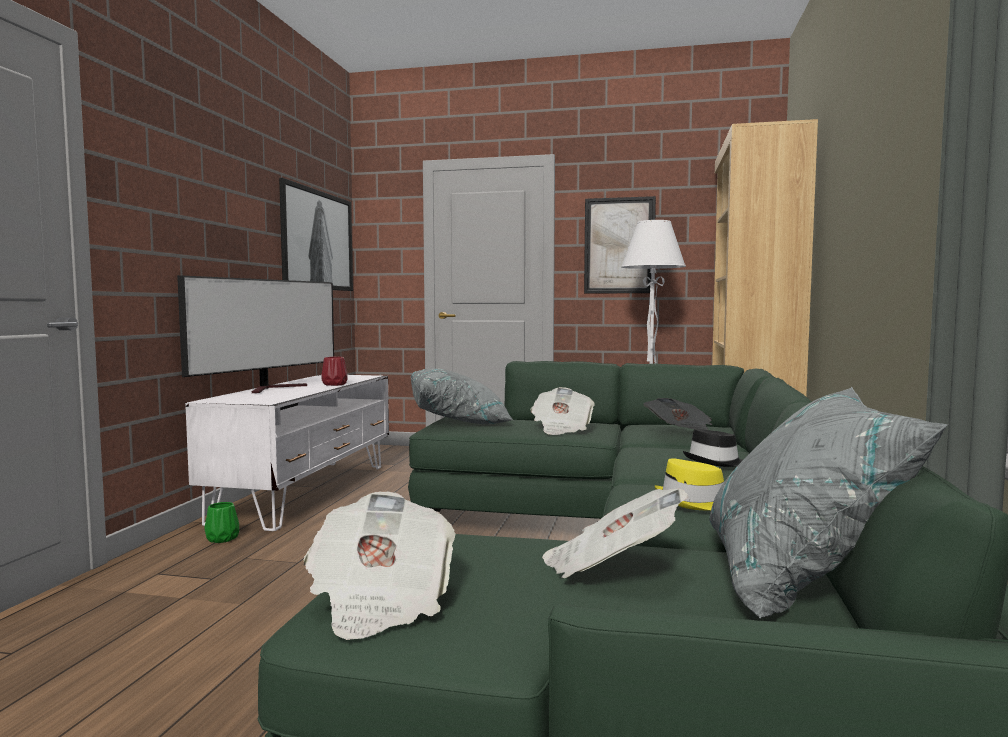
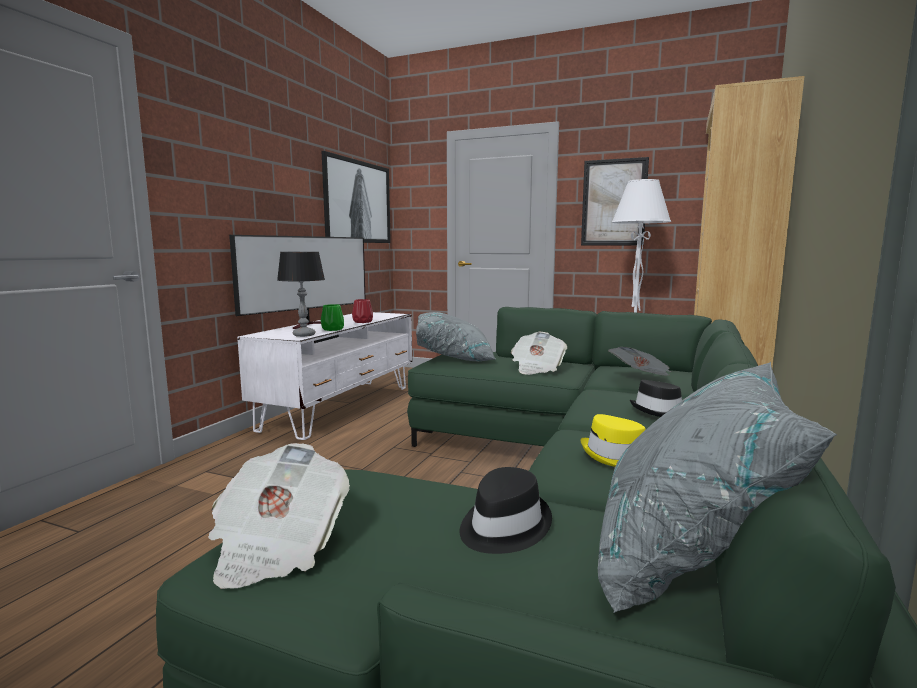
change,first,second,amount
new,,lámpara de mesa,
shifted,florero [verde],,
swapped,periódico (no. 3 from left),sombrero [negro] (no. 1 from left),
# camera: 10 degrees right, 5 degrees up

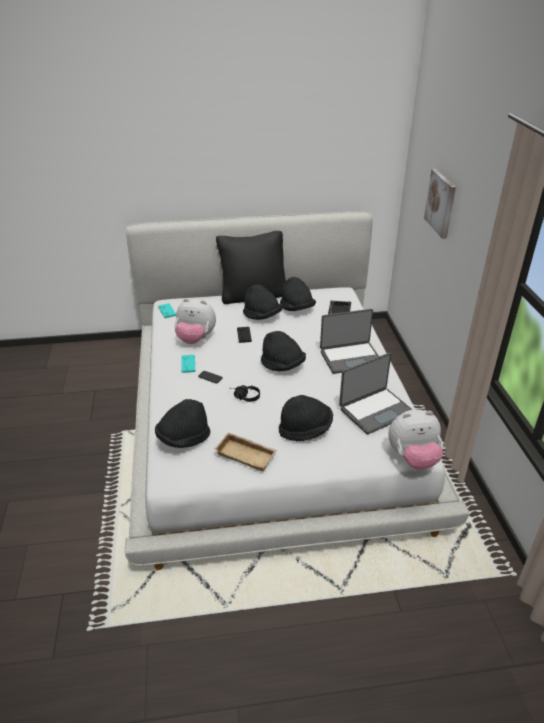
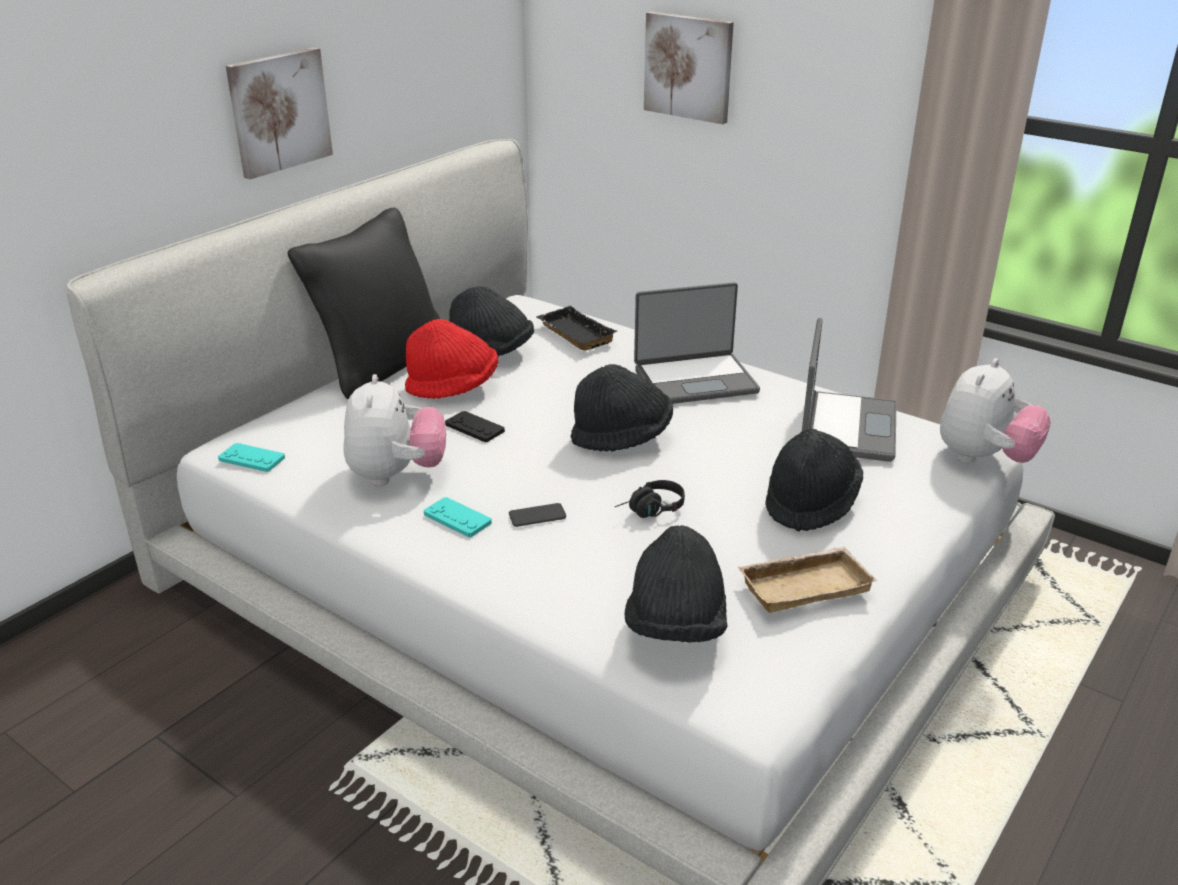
change,first,second,amount
new,,cuadro (no. 1 from left),
repainted,sombrero [negro] (no. 2 from left),sombrero [rojo],
rotated,peluche (no. 1 from left),,60 degrees counterclockwise
rotated,portátil (no. 1 from left),,45 degrees clockwise
# camera: 45 degrees left, 5 degrees down

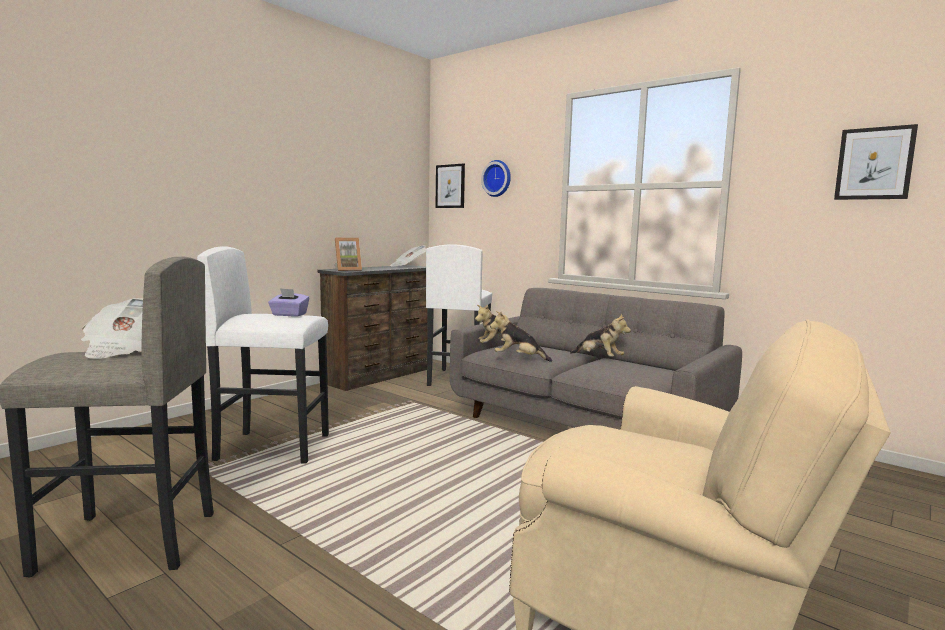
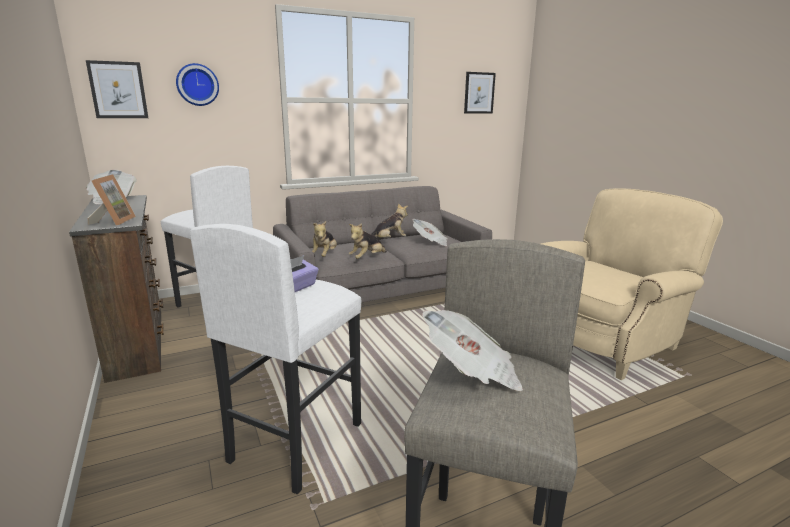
change,first,second,amount
new,,periódico (no. 2 from left),
# camera: 65 degrees left, 10 degrees up

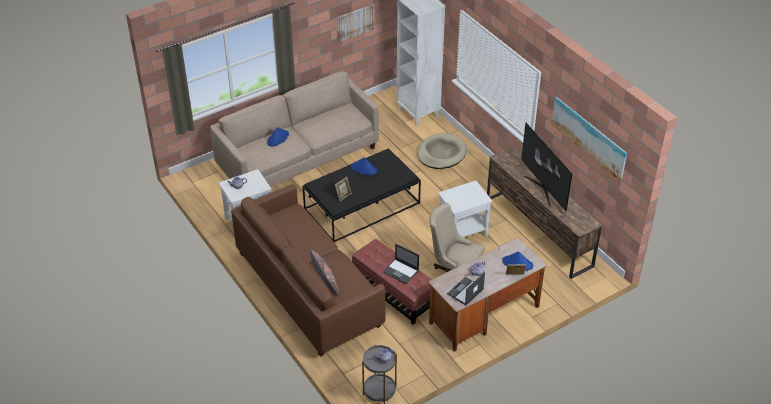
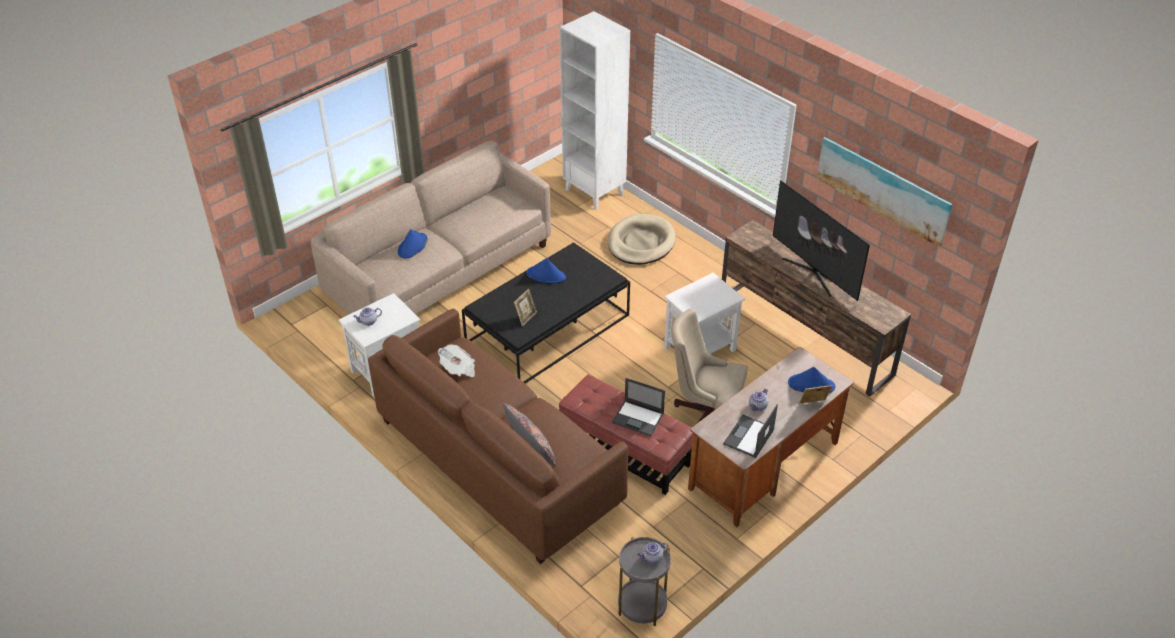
change,first,second,amount
gone,cuadro (no. 1 from left),,
new,,periódico,
# camera: 10 degrees left, 0 degrees up

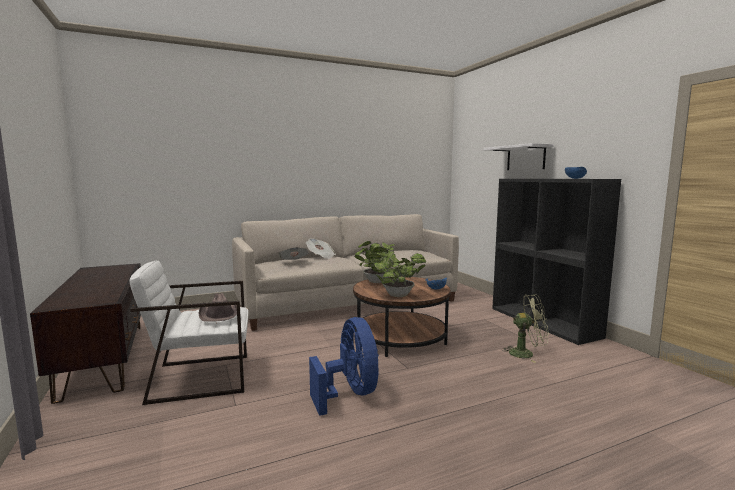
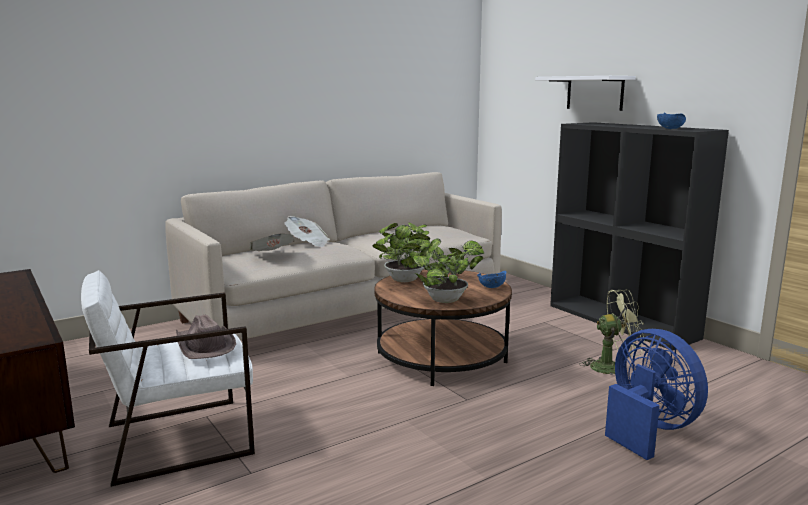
change,first,second,amount
shifted,ventilador [azul],,
# camera: 10 degrees left, 5 degrees up

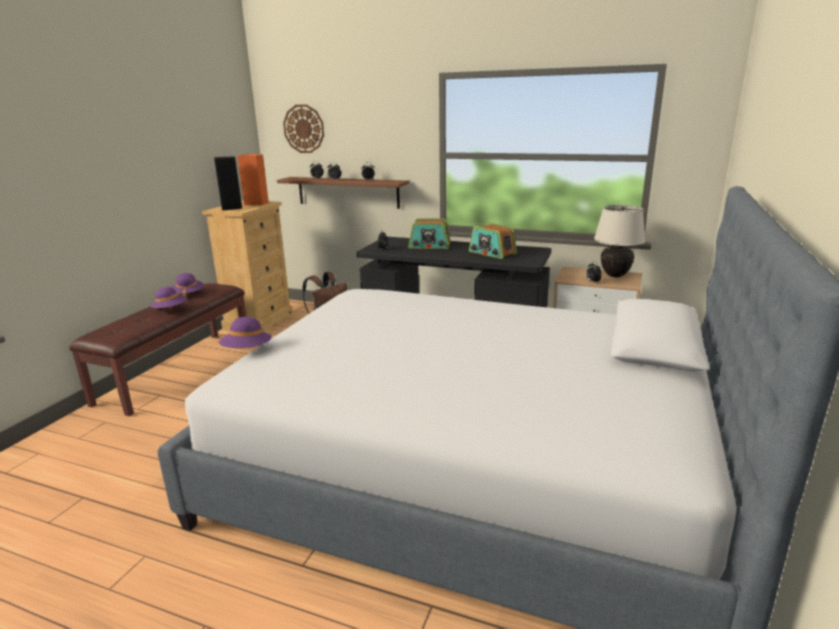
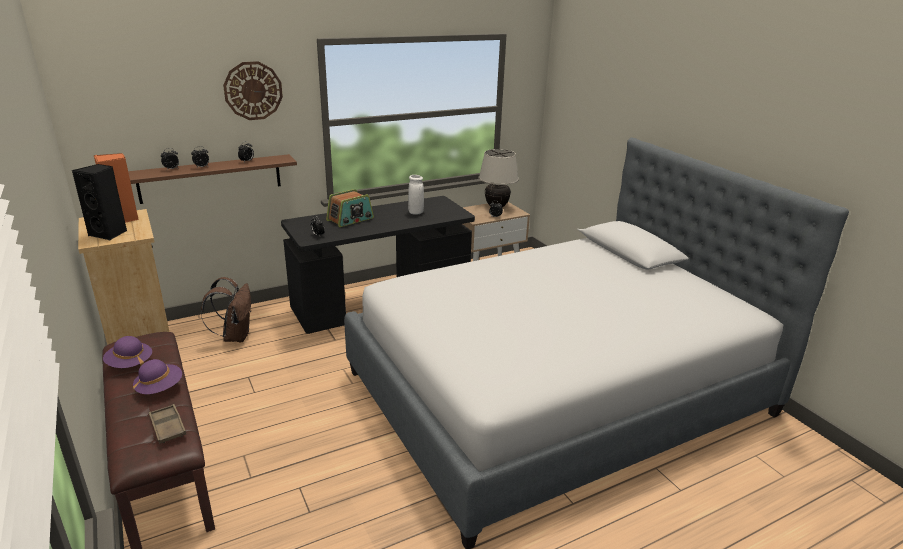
change,first,second,amount
gone,sombrero [morado] (no. 3 from left),,
new,,bandeja [marrón],
shifted,reloj de pared,,
swapped,radio (no. 2 from left),florero [blanco],
# camera: 50 degrees left, 5 degrees up

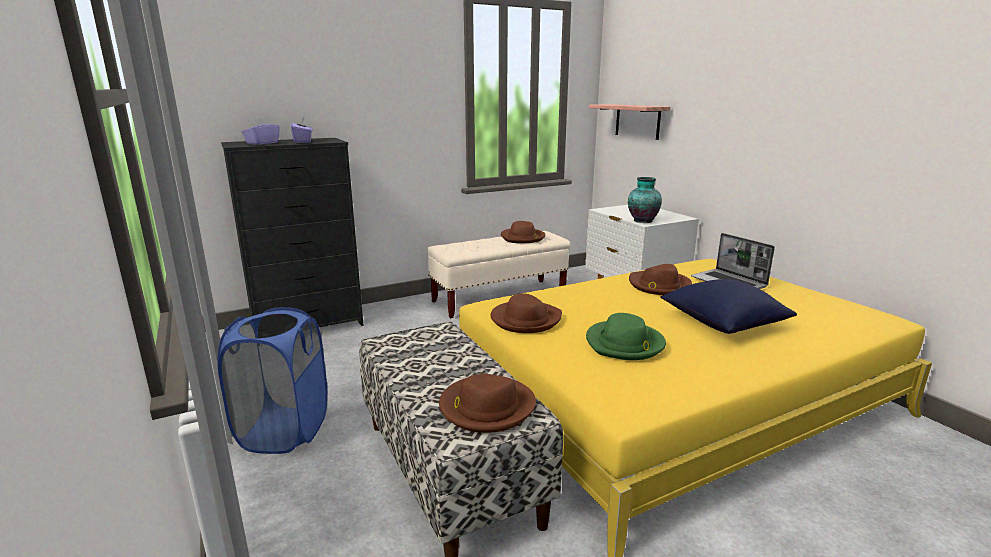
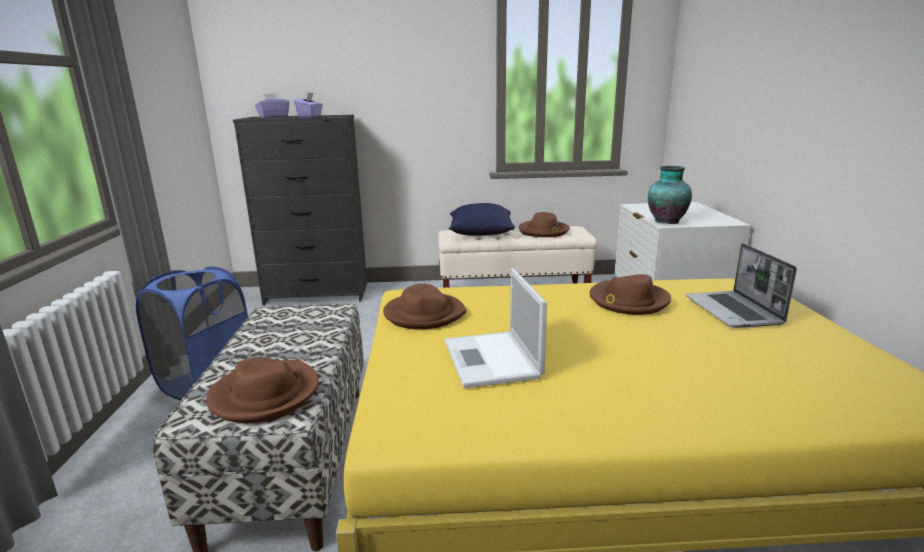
change,first,second,amount
gone,estante,,
shifted,cojín [azul],,
swapped,sombrero [verde],portátil (no. 1 from left),
# camera: 25 degrees right, 0 degrees up

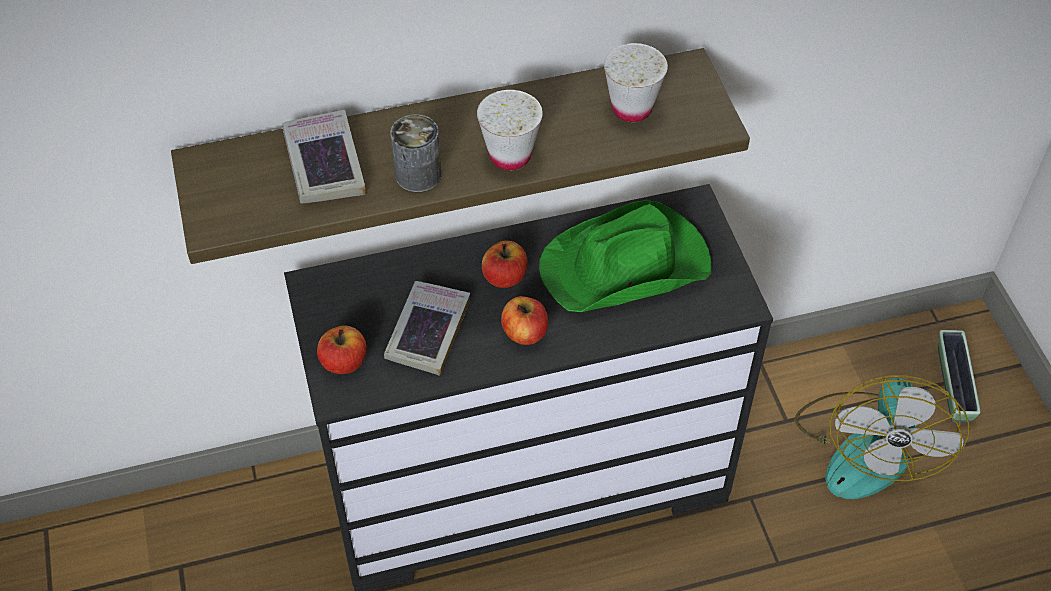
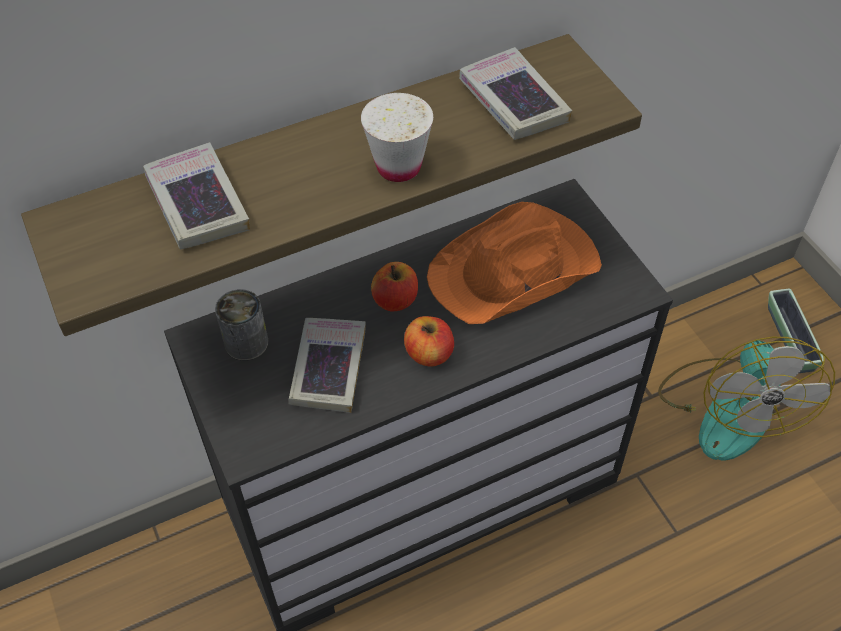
change,first,second,amount
gone,manzana (no. 1 from left),,
shifted,lata,,
swapped,taza [blanco] (no. 2 from left),libro (no. 3 from left),
repainted,sombrero [verde],sombrero [naranja],
# camera: 10 degrees left, 0 degrees up

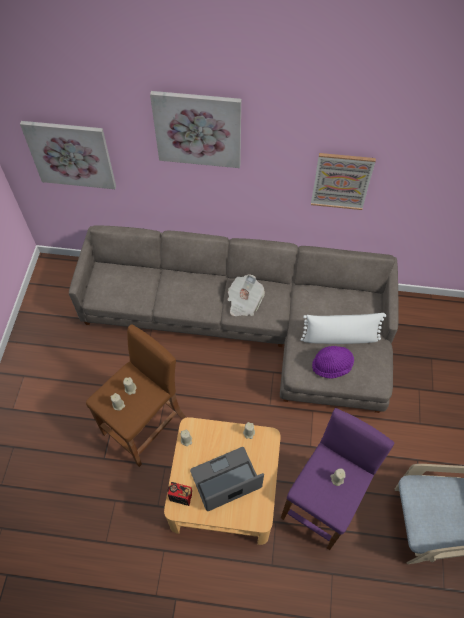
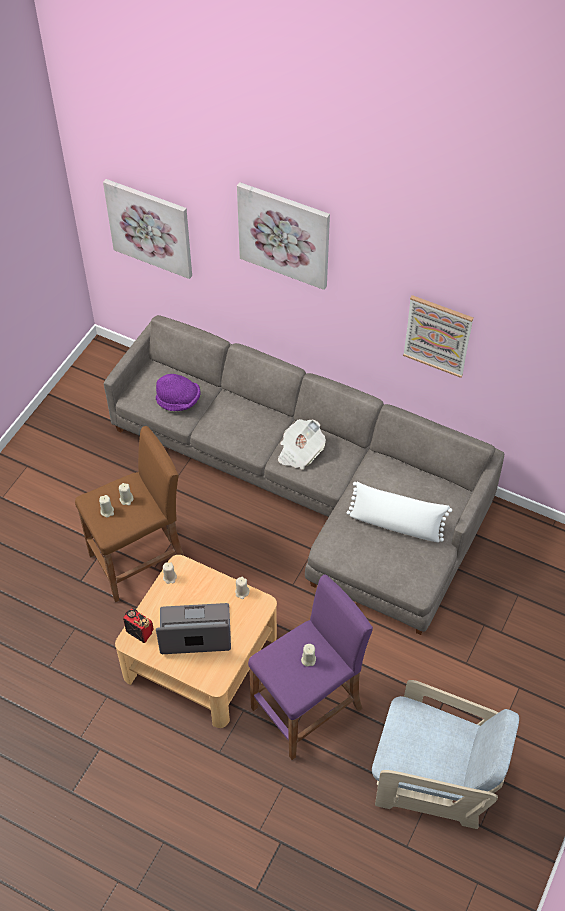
change,first,second,amount
shifted,sombrero [morado],,
# camera: 20 degrees right, 5 degrees down

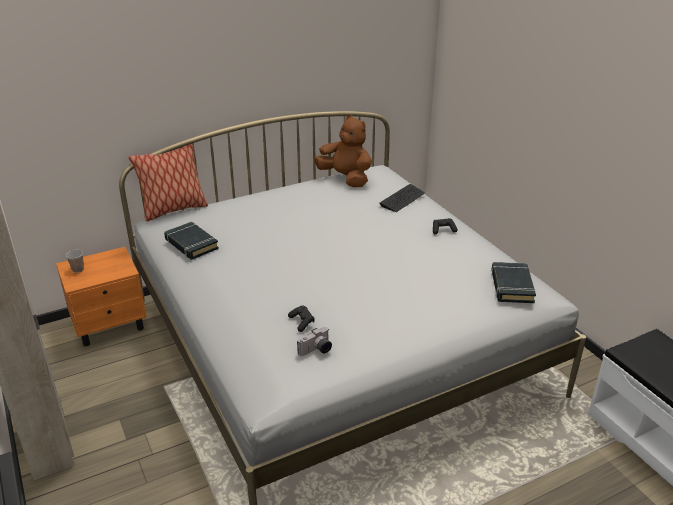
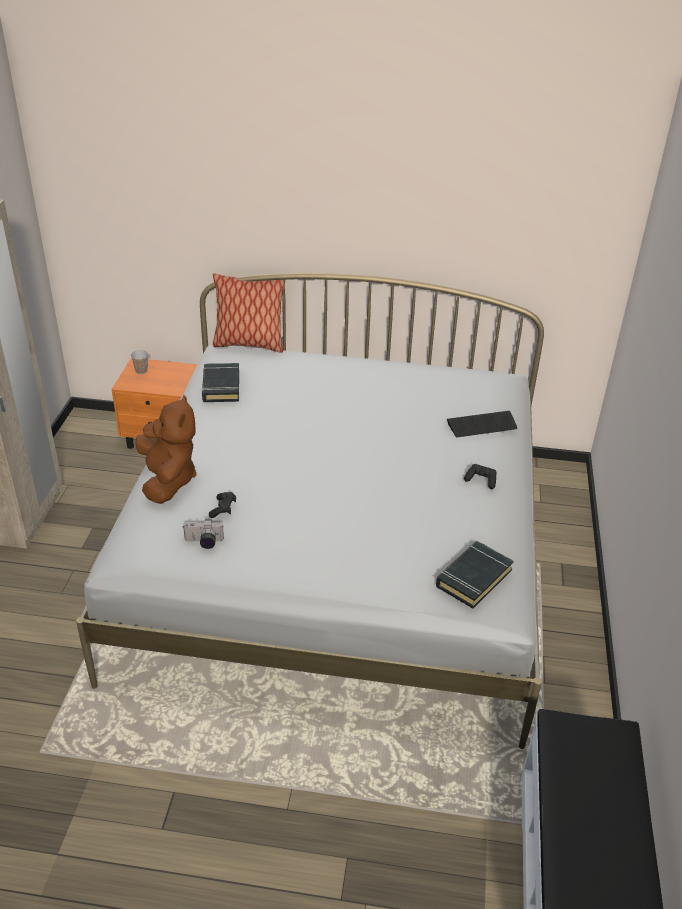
change,first,second,amount
shifted,peluche [marrón],,
# camera: 35 degrees right, 5 degrees up

